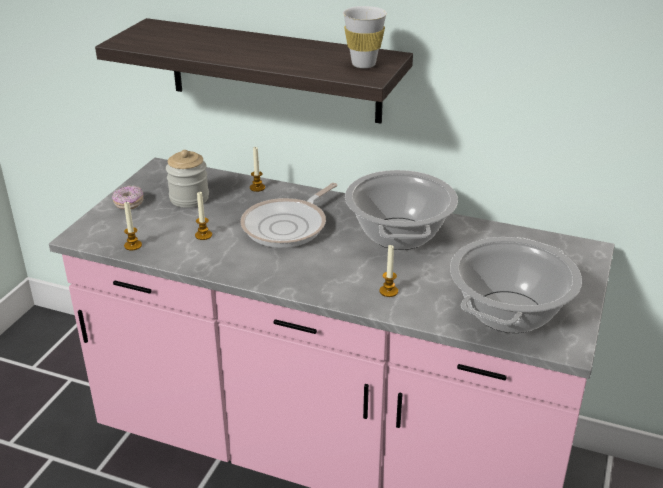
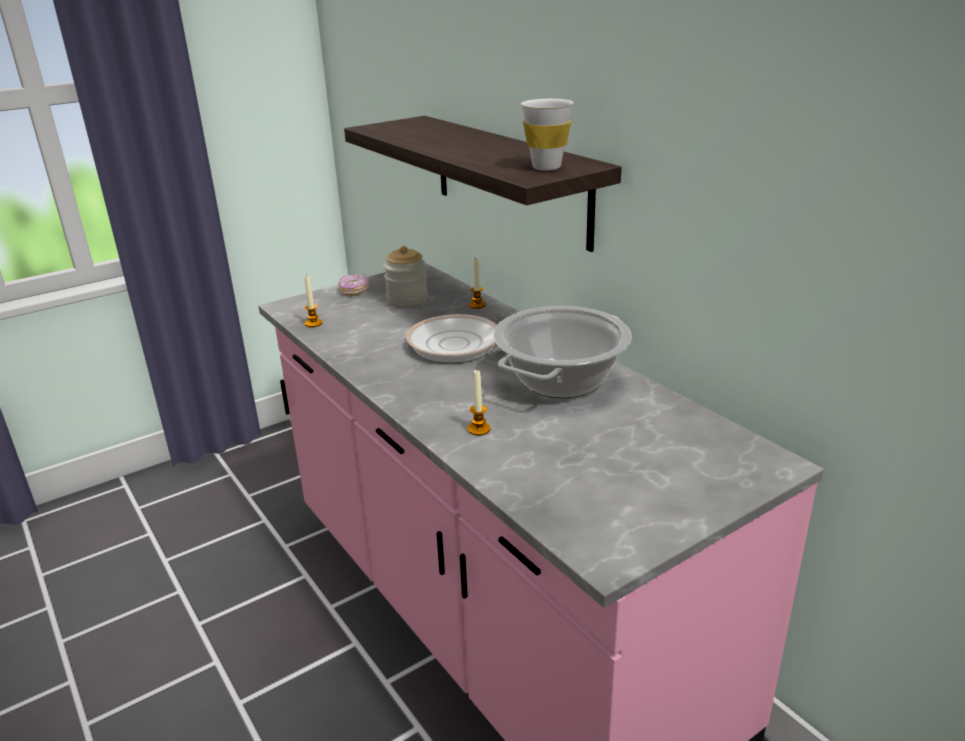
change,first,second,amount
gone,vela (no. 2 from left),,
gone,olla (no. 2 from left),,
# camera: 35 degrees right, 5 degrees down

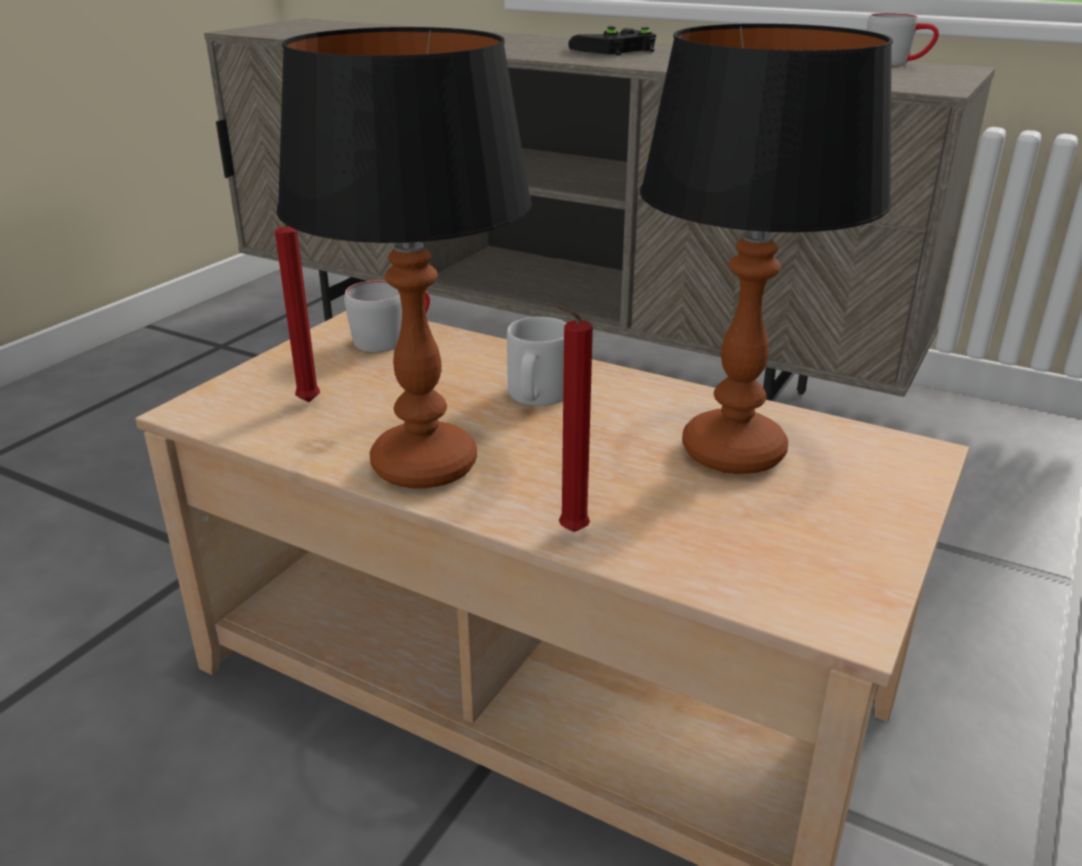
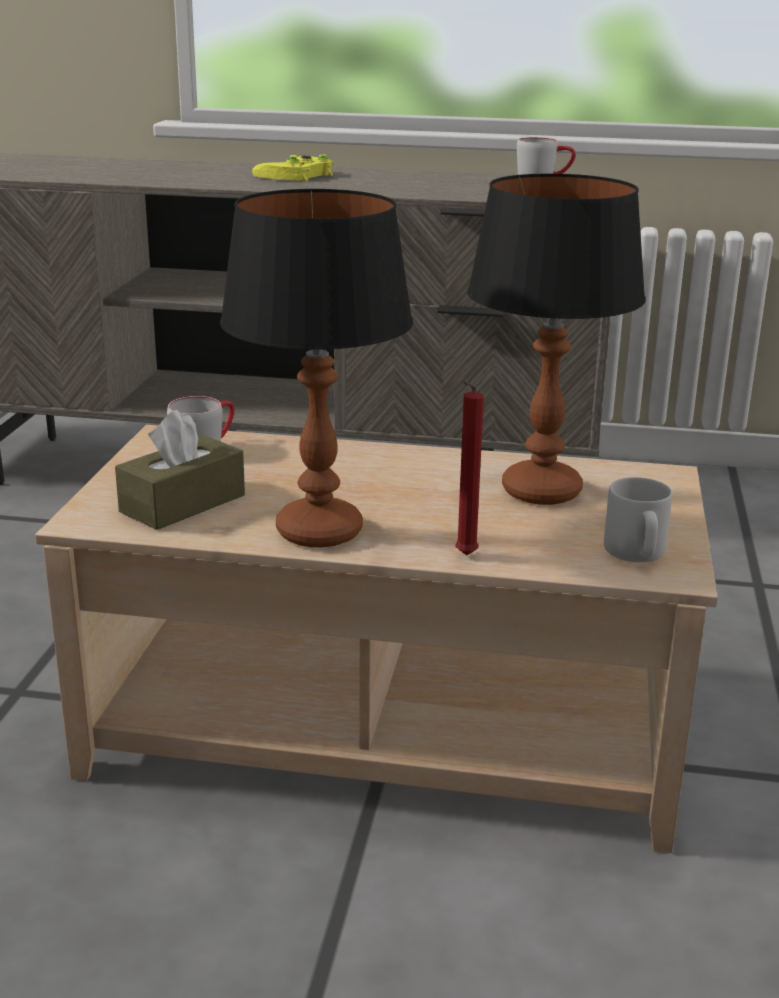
change,first,second,amount
shifted,taza grande [gris] (no. 2 from left in the first image),taza grande [gris] (no. 3 from left),
swapped,vela [rojo] (no. 1 from left),caja de pañuelos [marrón],
repainted,mando de consola [negro],mando de consola [amarillo],
# camera: 20 degrees left, 5 degrees down

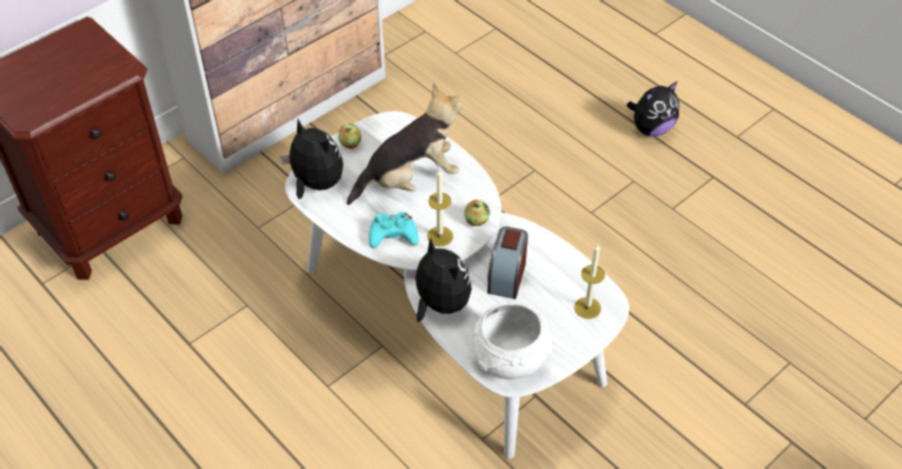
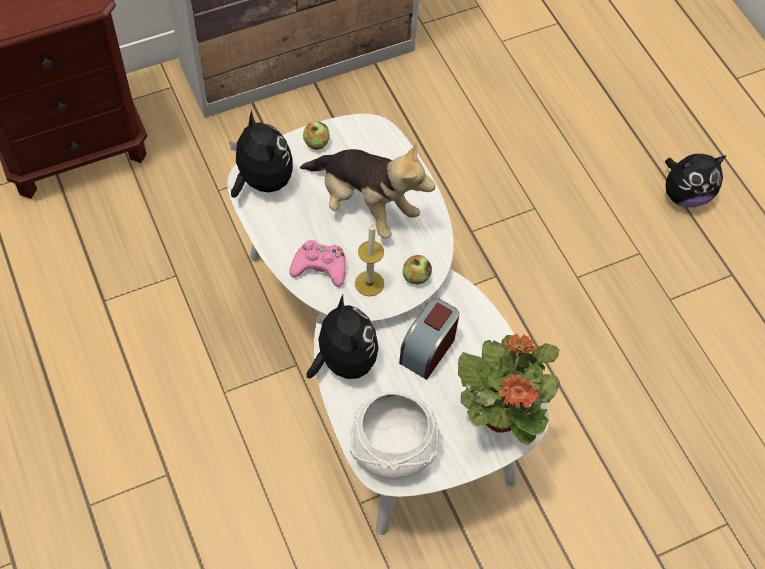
change,first,second,amount
swapped,vela (no. 2 from left),planta en maceta,
repainted,mando de consola [turquesa],mando de consola [rosa],
rotated,peluche (no. 2 from left in the first image),peluche (no. 3 from left),45 degrees clockwise
# camera: 15 degrees right, 10 degrees up

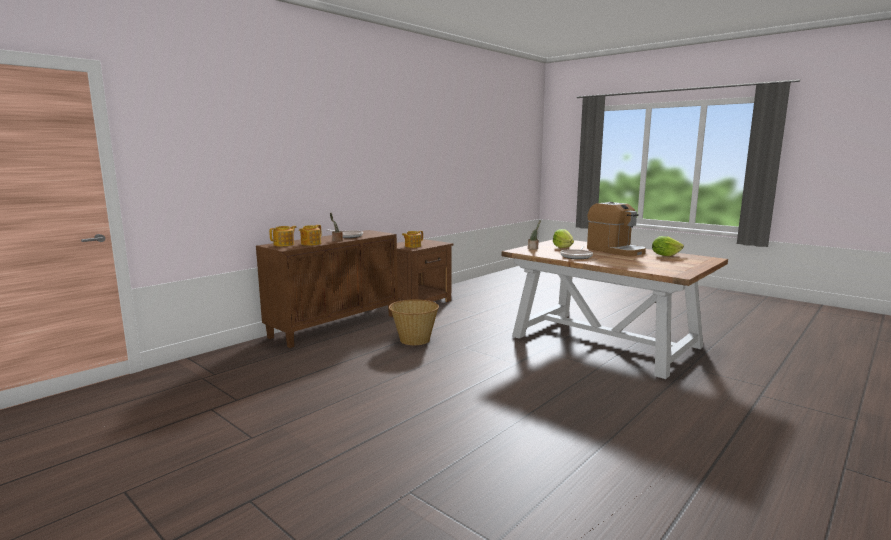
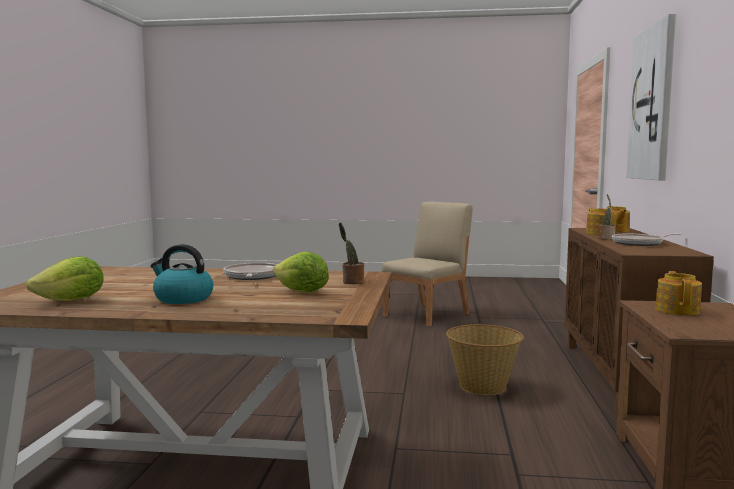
change,first,second,amount
new,,silla [beis],
new,,cuadro,
swapped,cafetera,hervidor,
# camera: 145 degrees right, 5 degrees down

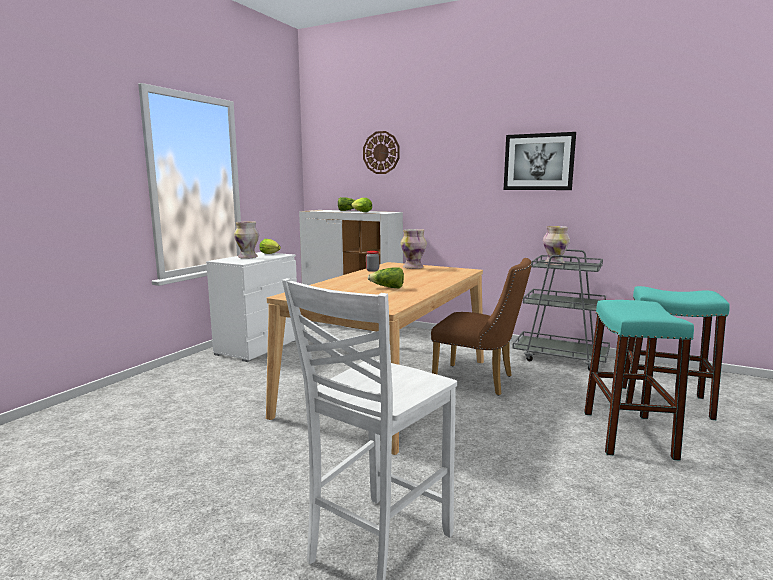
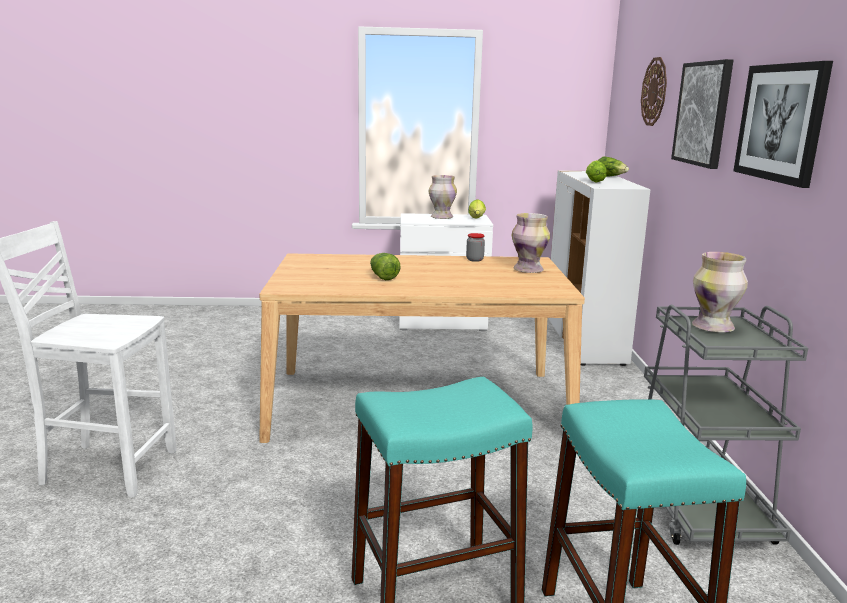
change,first,second,amount
gone,silla [marrón],,
new,,cuadro (no. 1 from left),
# camera: 60 degrees right, 5 degrees up

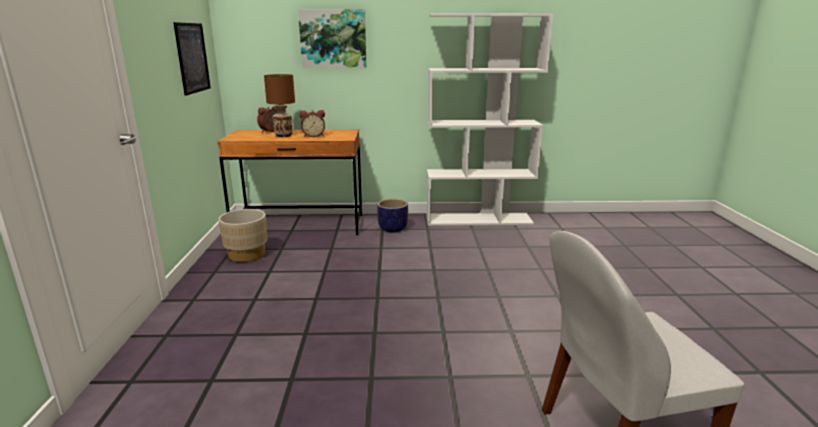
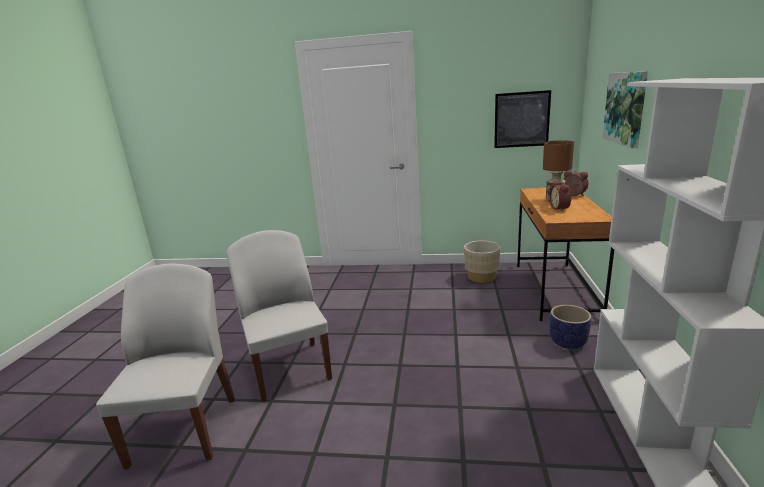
change,first,second,amount
new,,silla [blanco] (no. 2 from left),
# camera: 100 degrees right, 0 degrees up

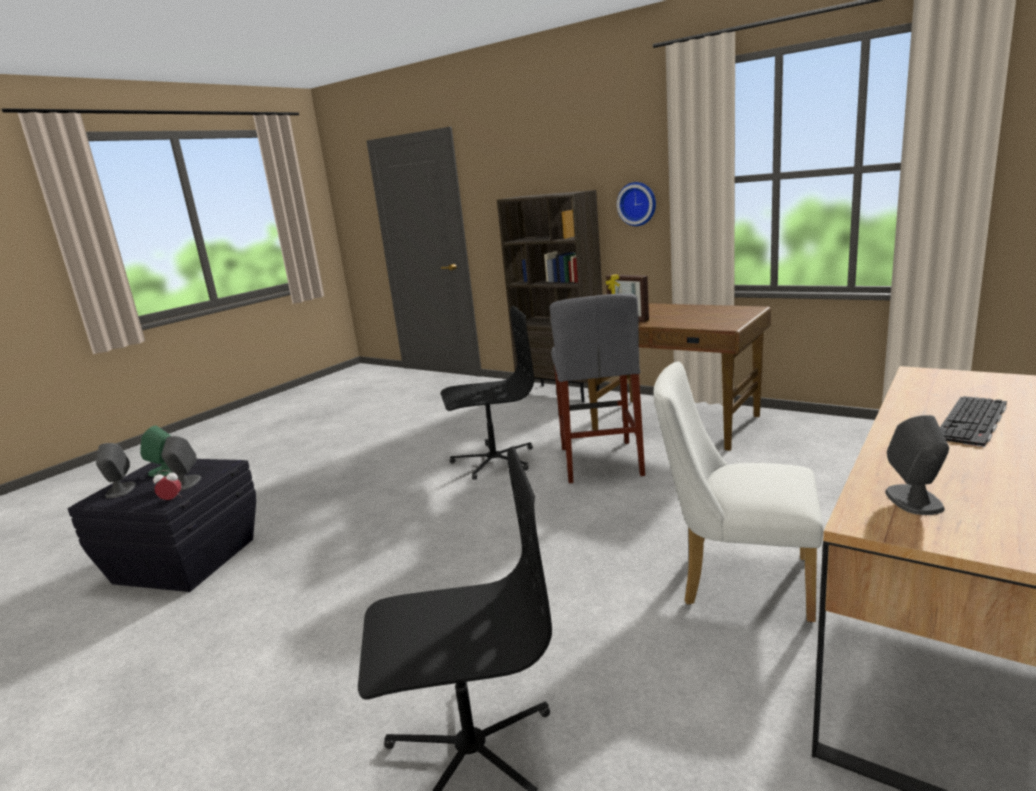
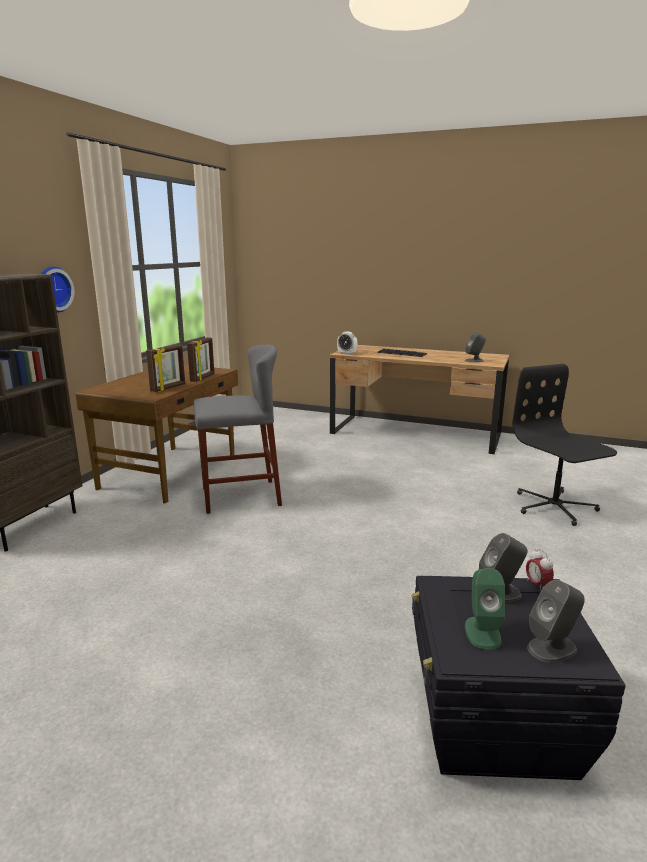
change,first,second,amount
gone,silla de oficina [negro] (no. 2 from left),,
gone,silla [blanco],,
new,,portarretratos (no. 2 from left),
new,,despertador (no. 1 from left),
# camera: 105 degrees left, 0 degrees up

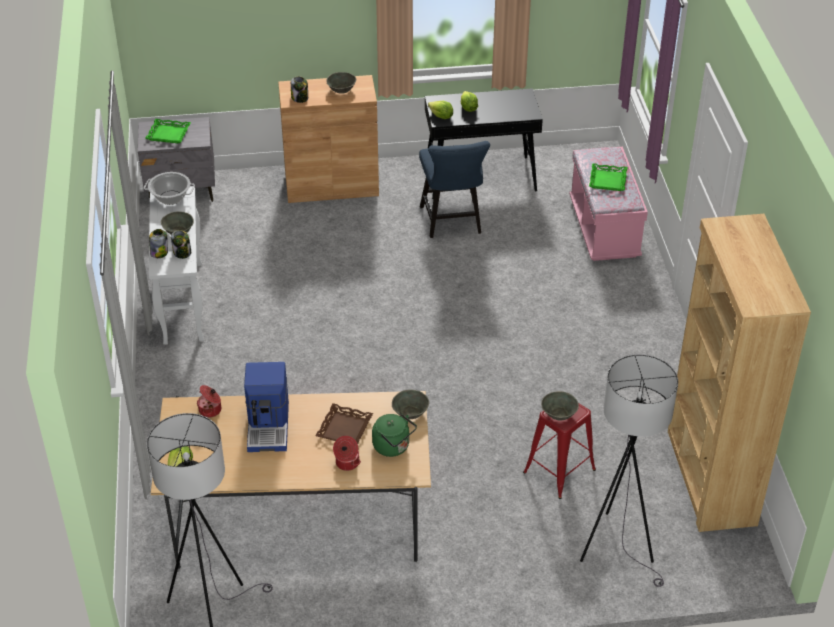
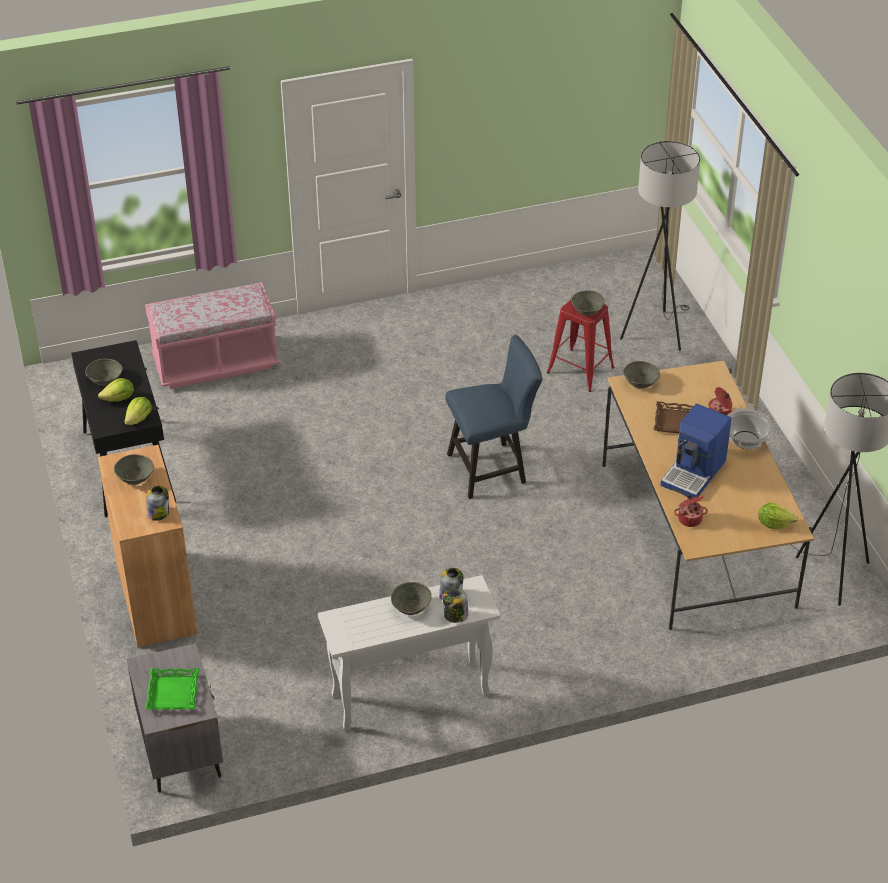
change,first,second,amount
gone,hervidor [verde],,
gone,bandeja [verde] (no. 2 from left),,
gone,estantería [marrón],,
new,,cuenco [gris] (no. 1 from left),
shifted,olla (no. 1 from left in the first image),olla (no. 3 from left),
shifted,silla [azul],,
rotated,cafetera,,135 degrees clockwise
# camera: 100 degrees left, 0 degrees up

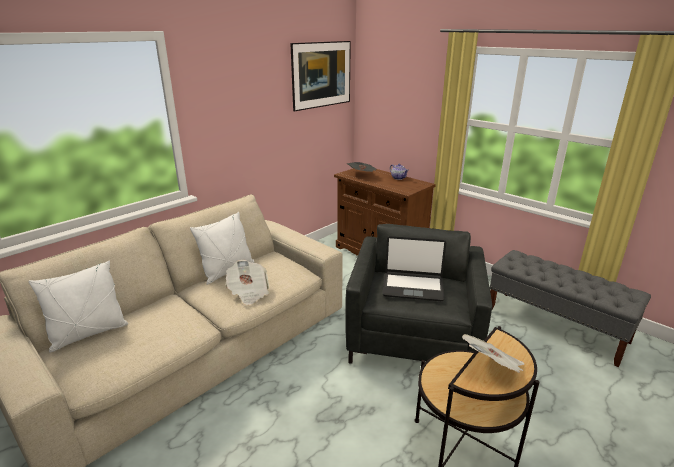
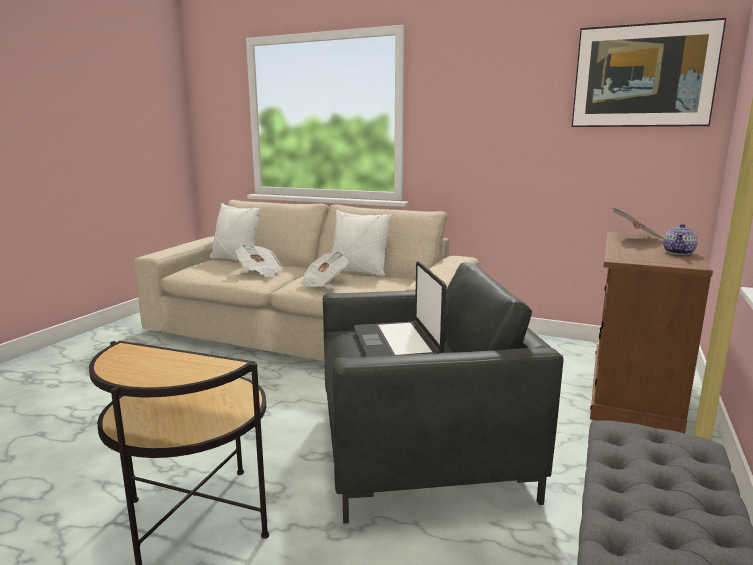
change,first,second,amount
shifted,periódico (no. 3 from left in the first image),periódico (no. 1 from left),
# camera: 70 degrees right, 10 degrees down

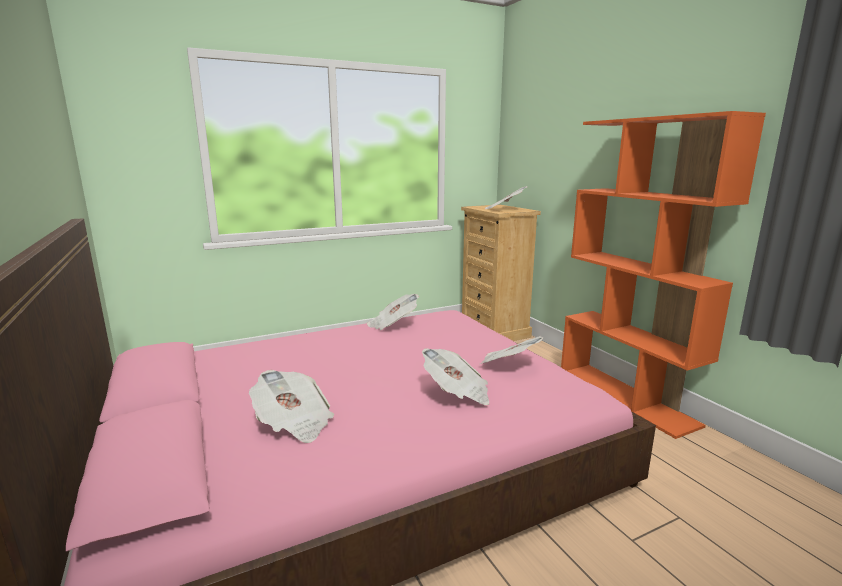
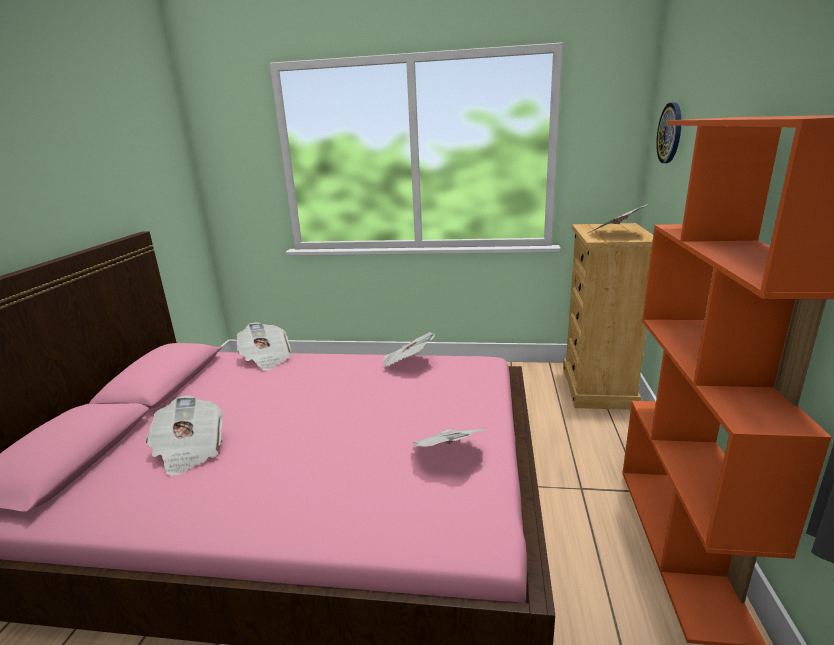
change,first,second,amount
new,,reloj de pared,
shifted,periódico (no. 3 from left in the first image),periódico (no. 2 from left),
# camera: 35 degrees right, 5 degrees up

